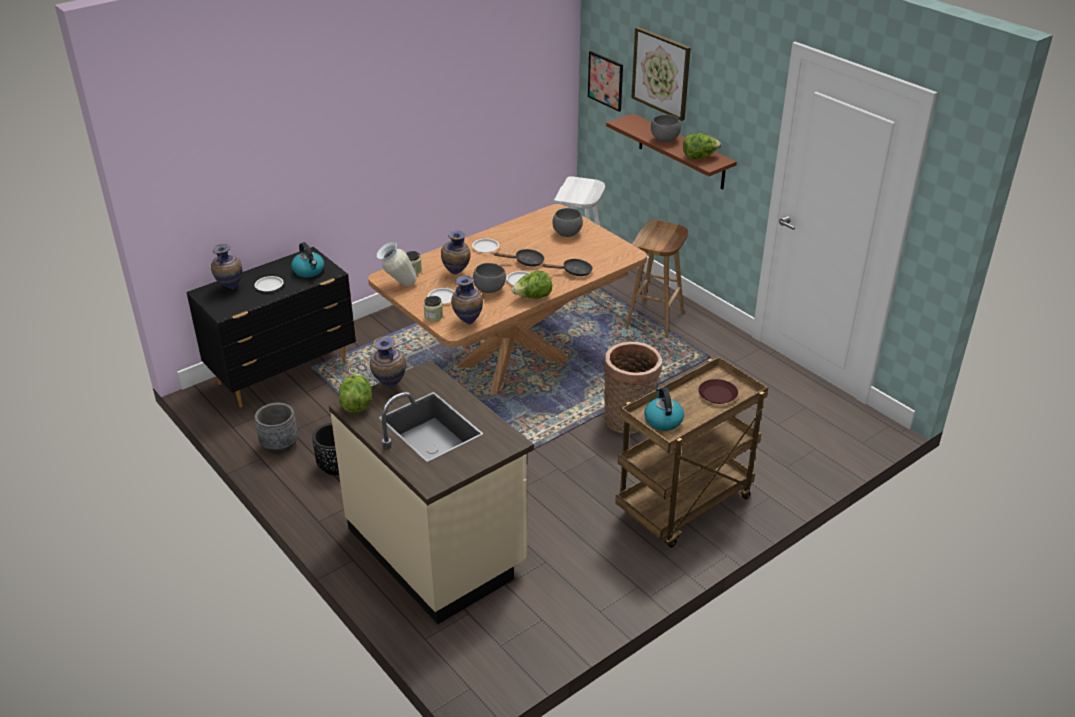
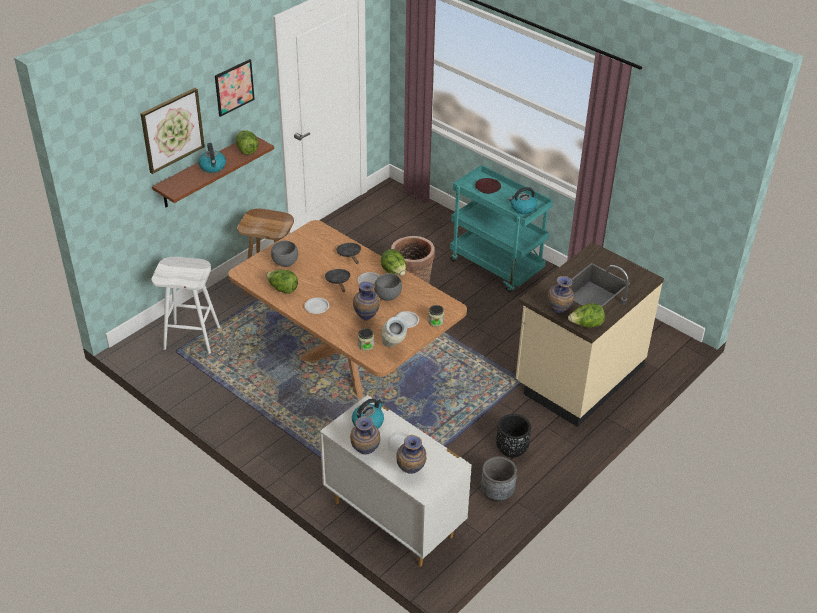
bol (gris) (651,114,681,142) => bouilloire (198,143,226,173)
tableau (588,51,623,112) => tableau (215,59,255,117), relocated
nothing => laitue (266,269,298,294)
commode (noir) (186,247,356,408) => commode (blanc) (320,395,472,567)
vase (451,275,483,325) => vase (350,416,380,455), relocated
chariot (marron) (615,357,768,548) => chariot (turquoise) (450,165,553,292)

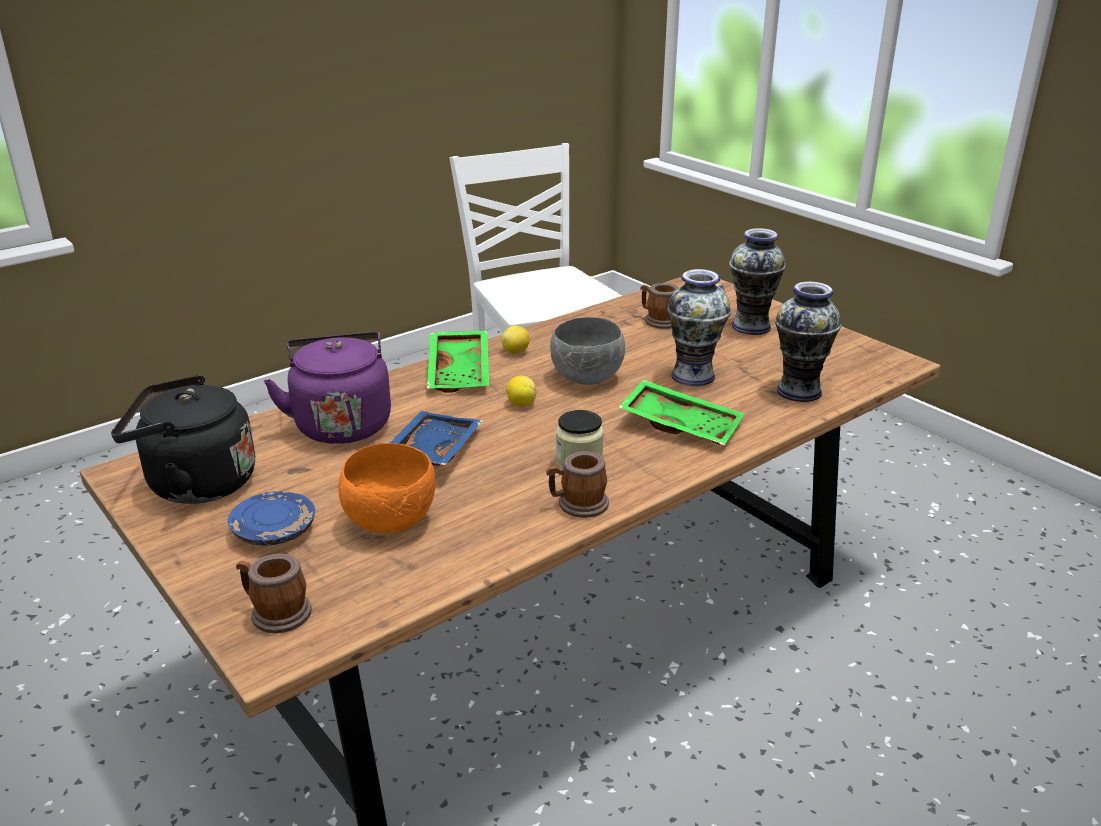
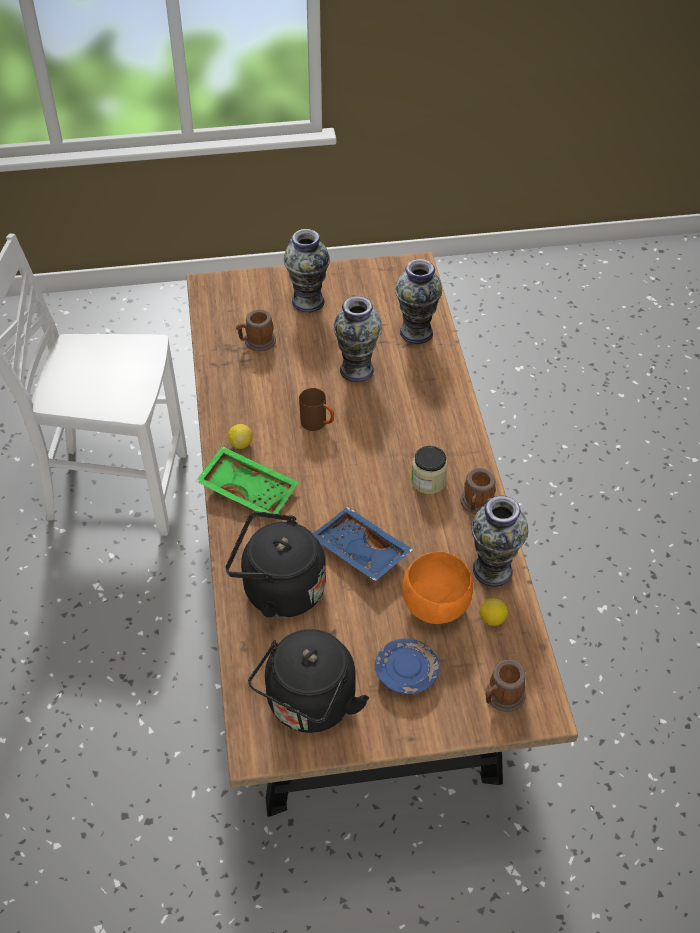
bouilloire (violet) (264,332,391,444) => bouilloire (noir) (226,511,326,618)
bol (gris) (550,317,625,385) => mug (marron) (299,388,334,431)
nothing => vase (471,495,529,587)
citron (506,376,536,407) => citron (479,598,508,626), relocated
plateau (vert) (619,379,745,445) => nothing

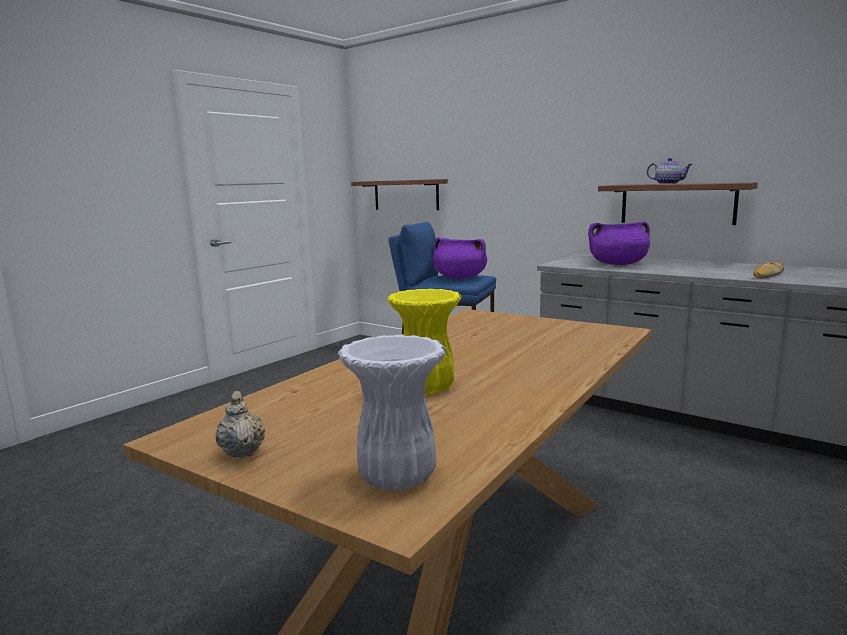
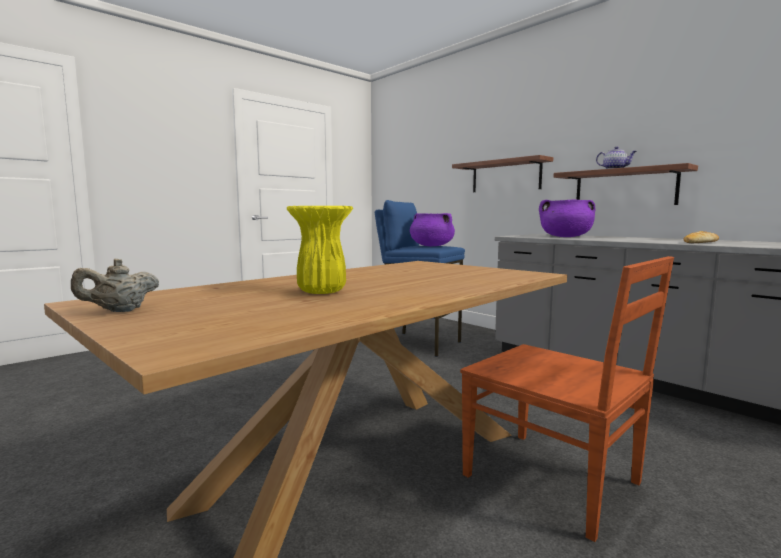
théière (beige) (216,391,265,458) => théière (beige) (71,259,159,312), 120 degrees counterclockwise
étagère (351,179,448,210) => étagère (452,155,553,192), relocated
nothing => chaise (marron) (460,256,674,542)
vase (blanc) (338,335,446,490) => nothing

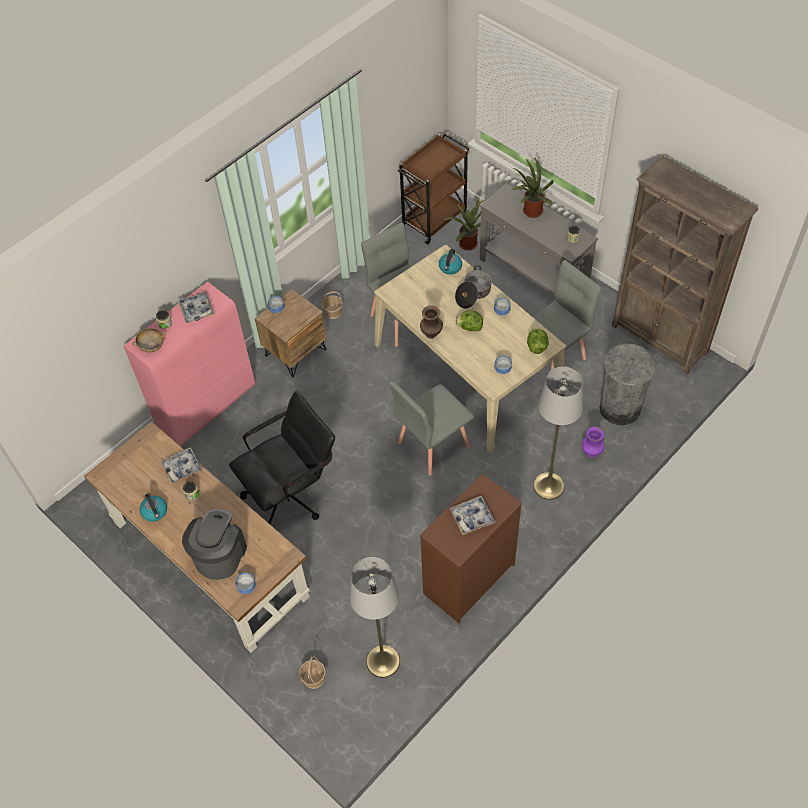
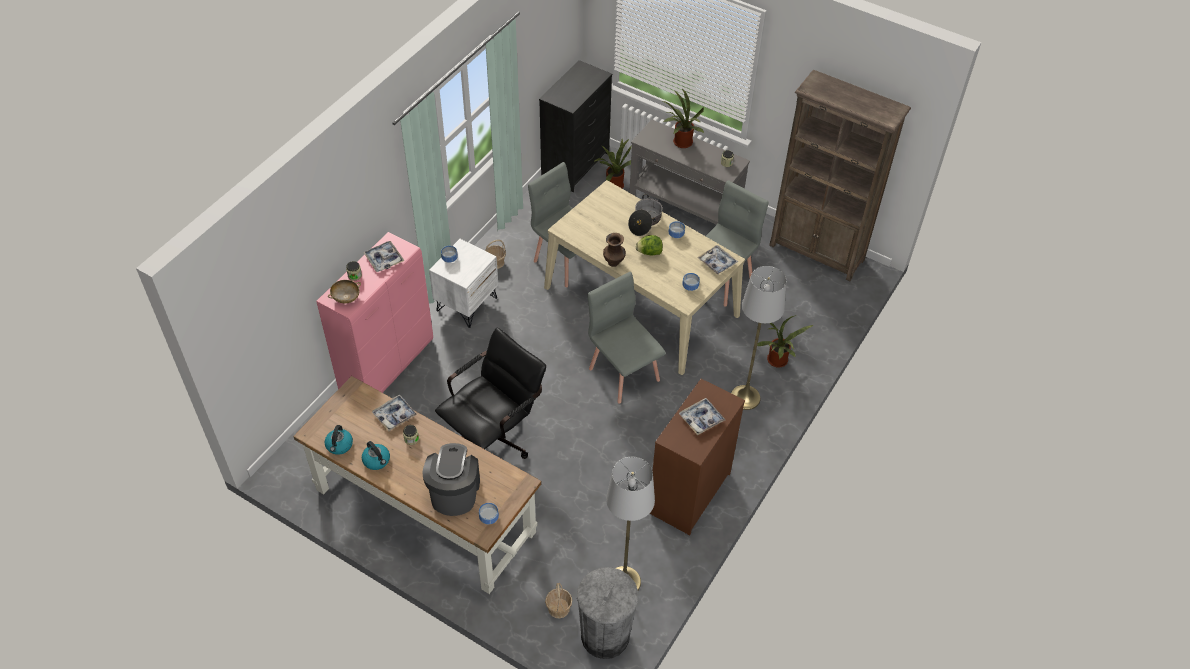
bouilloire (439,249,462,274) => bouilloire (325,425,353,455), relocated
table de chevet (marron) (255,289,327,377) => table de chevet (blanc) (429,239,498,328)
chariot (marron) (397,133,469,244) => commode (noir) (539,60,612,192)
poubelle (gris) (599,344,657,425) => poubelle (gris) (577,567,638,659), relocated
chaise (gris) (389,381,474,476) => chaise (gris) (588,272,666,404), 105 degrees clockwise
laitue (527,328,549,354) => plateau (697,245,738,275)
vase (violet) (582,427,604,457) => plante en pot (757,315,813,368)

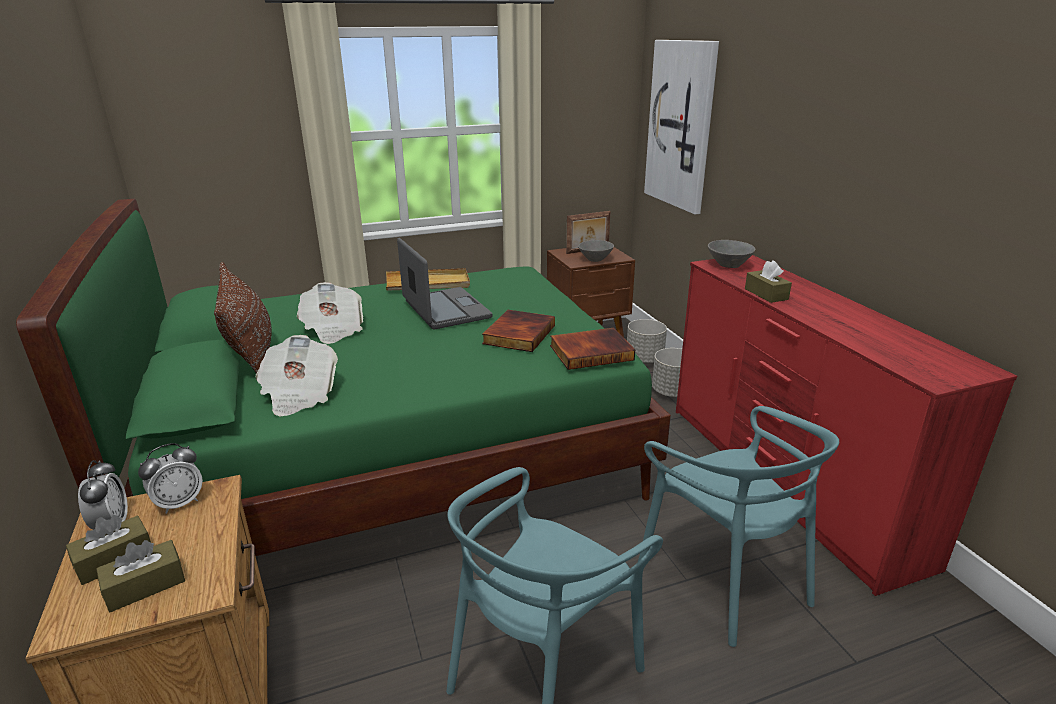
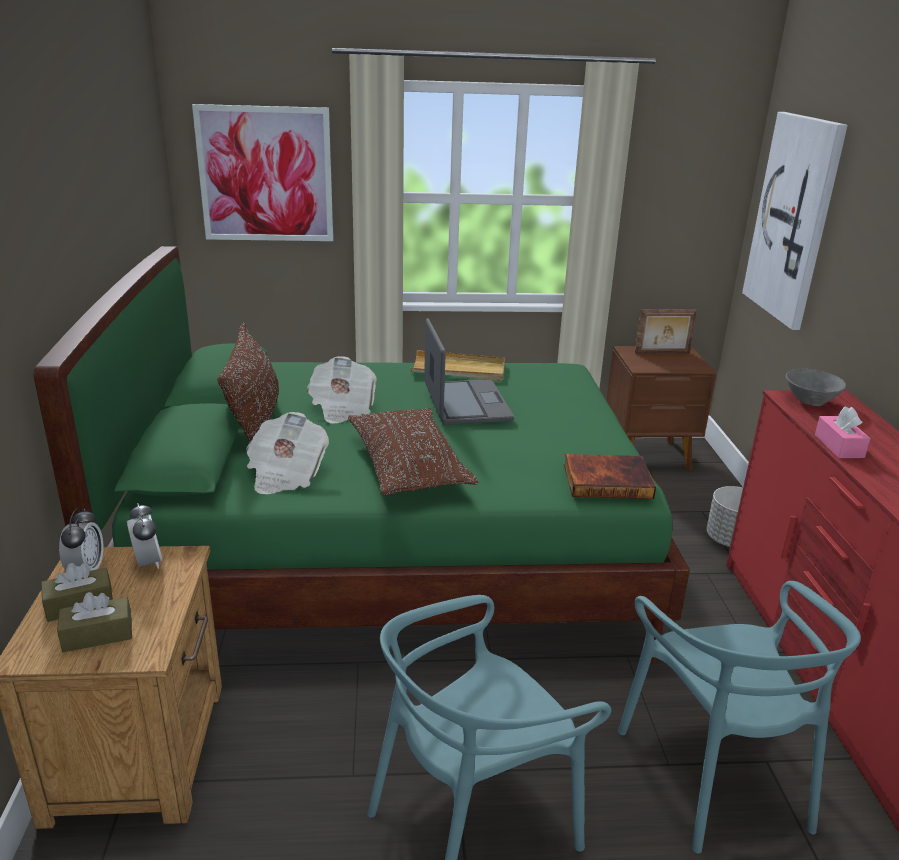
réveil (138,443,203,514) => réveil (127,502,162,569), 90 degrees counterclockwise
nothing => tableau (192,104,333,241)
nothing => coussin (marron) (348,408,478,495)
boîte à mouchoirs (marron) (745,260,792,303) => boîte à mouchoirs (rose) (815,406,871,458)
livre (482,310,555,352) => nothing
bol (gris) (578,240,614,262) => nothing
cache-pot (gris) (627,319,667,363) => nothing

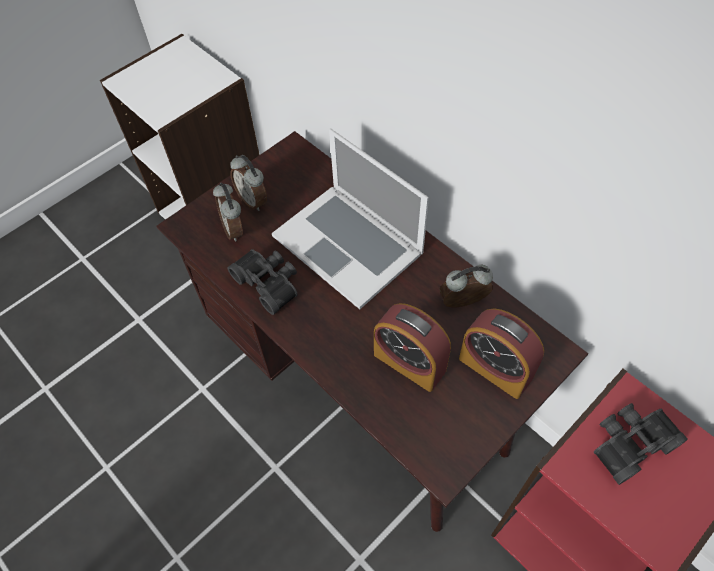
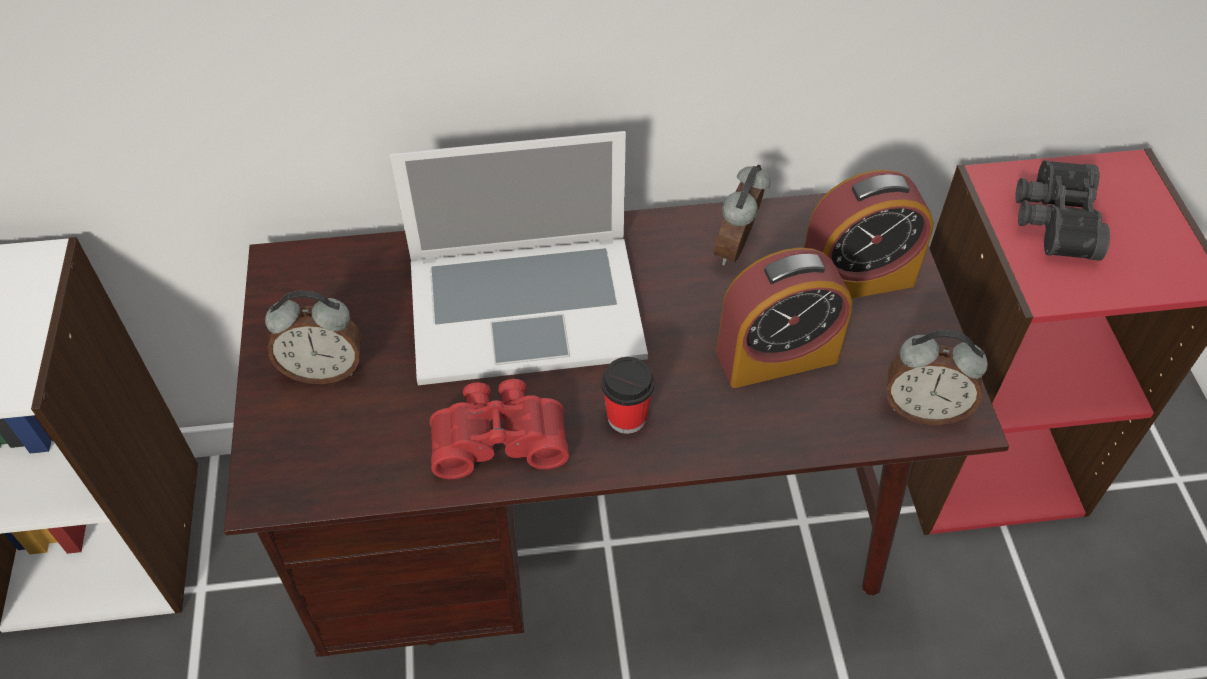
jumelles (noir) (228,249,298,315) => jumelles (rouge) (430,379,569,479)
nothing => tasse (602,357,654,434)
réveil (213,183,243,242) => réveil (886,330,988,425), relocated

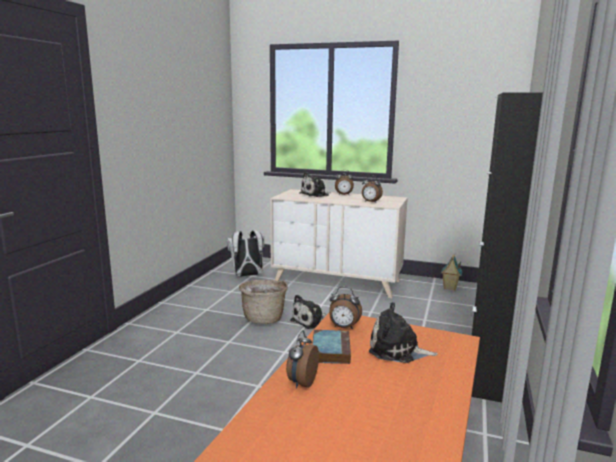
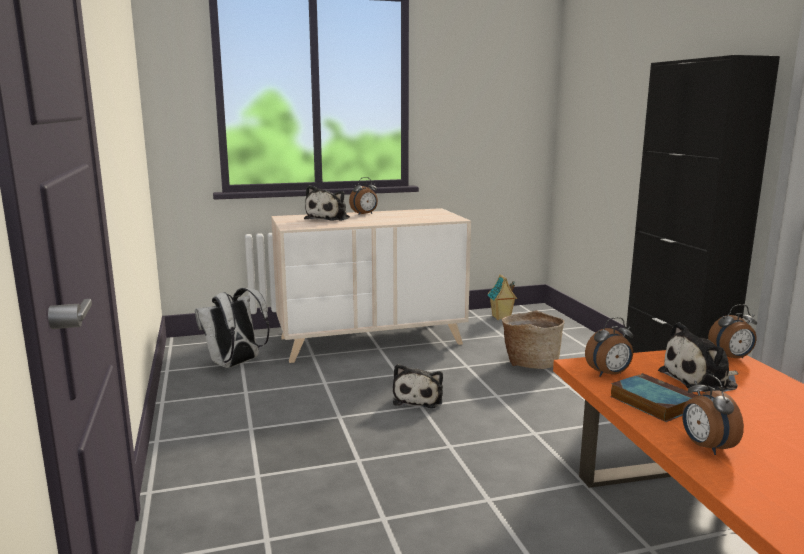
panier (239,280,288,324) => panier (502,310,565,369), relocated
réveil (362,175,383,203) => réveil (708,304,757,358), relocated

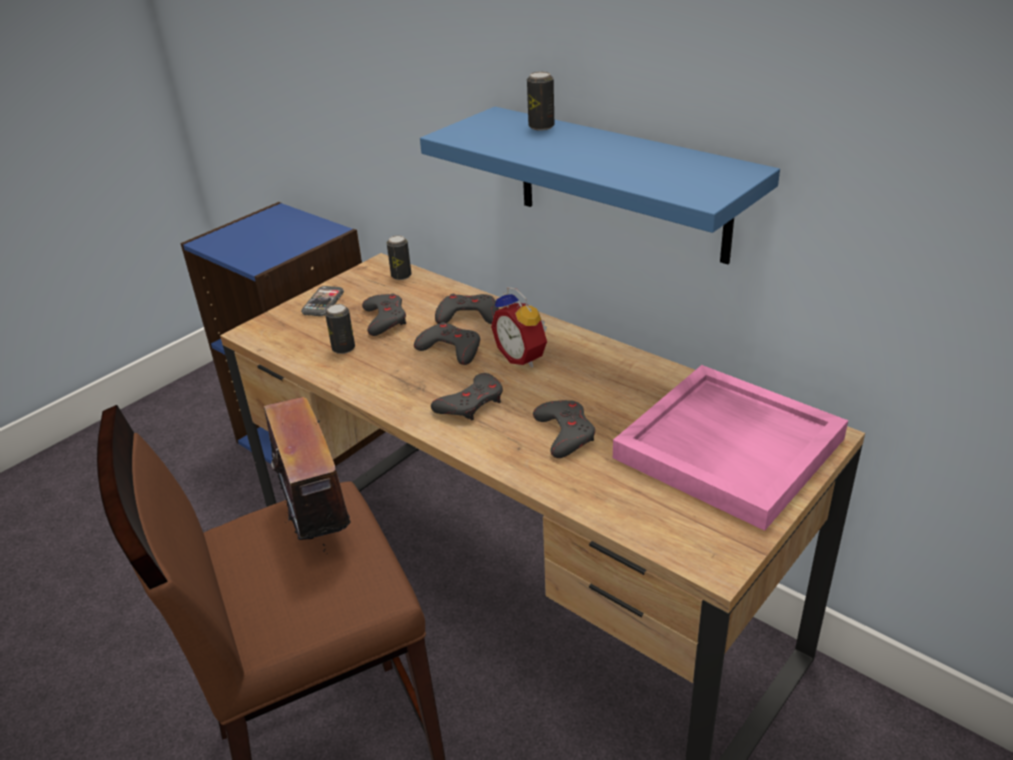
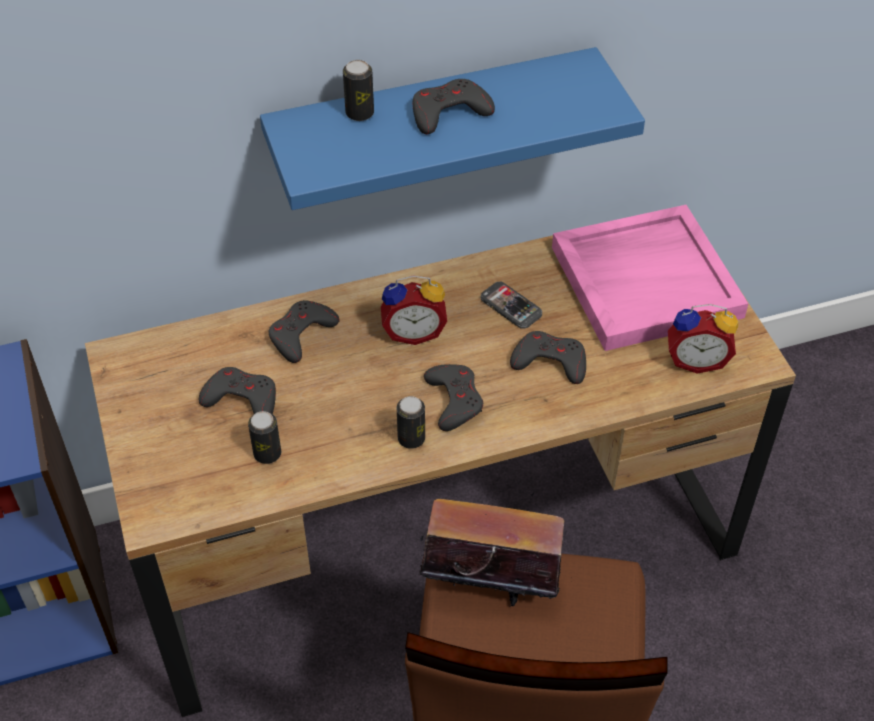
boîte métallique (387,235,411,280) => boîte métallique (397,396,425,449), relocated
manette (gris) (414,322,480,365) => manette (gris) (413,79,495,134), relocated
téléphone (301,286,344,316) => téléphone (481,282,542,328), relocated
nothing => réveil (668,304,738,374)

